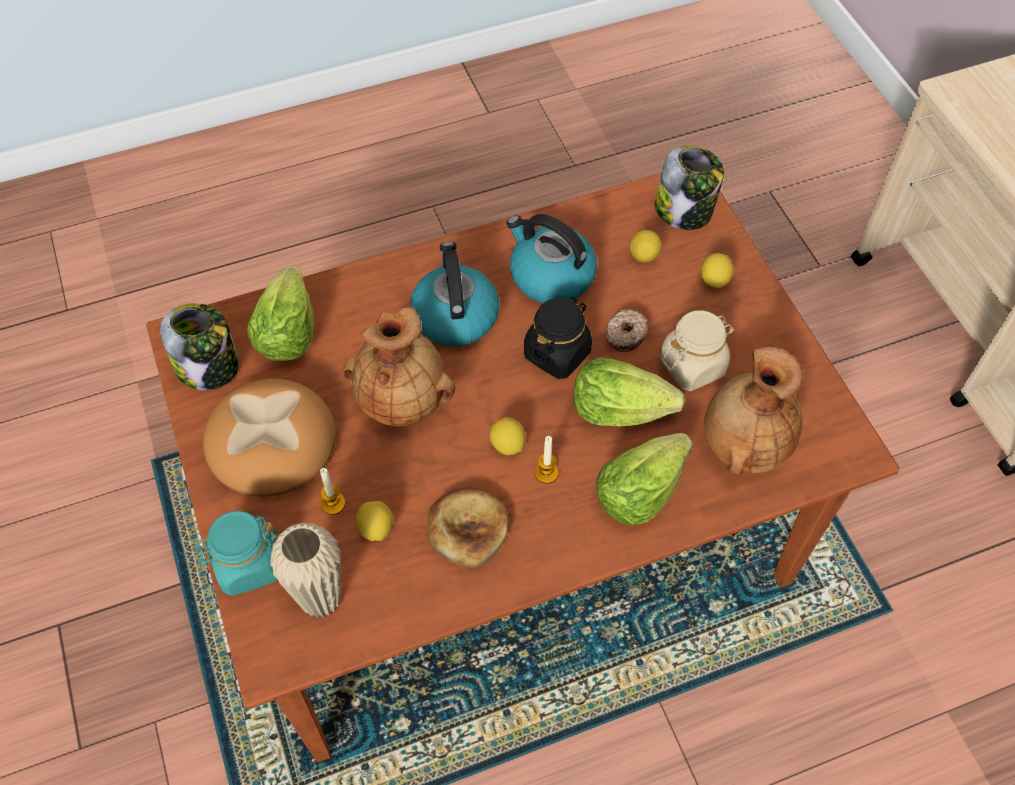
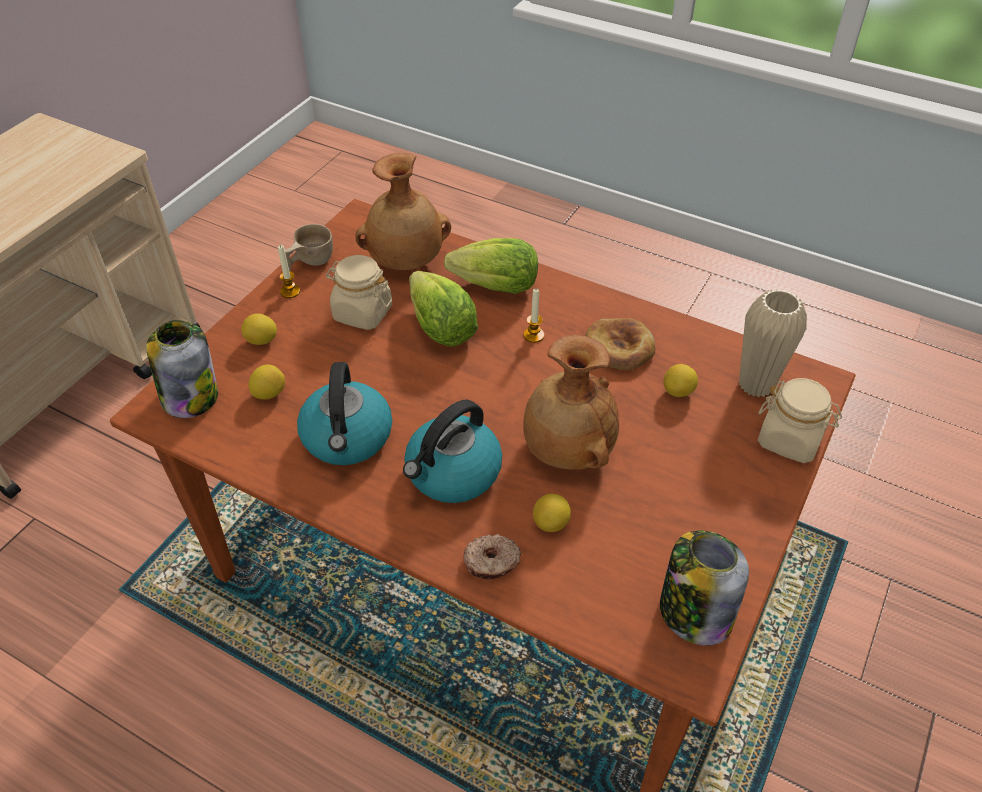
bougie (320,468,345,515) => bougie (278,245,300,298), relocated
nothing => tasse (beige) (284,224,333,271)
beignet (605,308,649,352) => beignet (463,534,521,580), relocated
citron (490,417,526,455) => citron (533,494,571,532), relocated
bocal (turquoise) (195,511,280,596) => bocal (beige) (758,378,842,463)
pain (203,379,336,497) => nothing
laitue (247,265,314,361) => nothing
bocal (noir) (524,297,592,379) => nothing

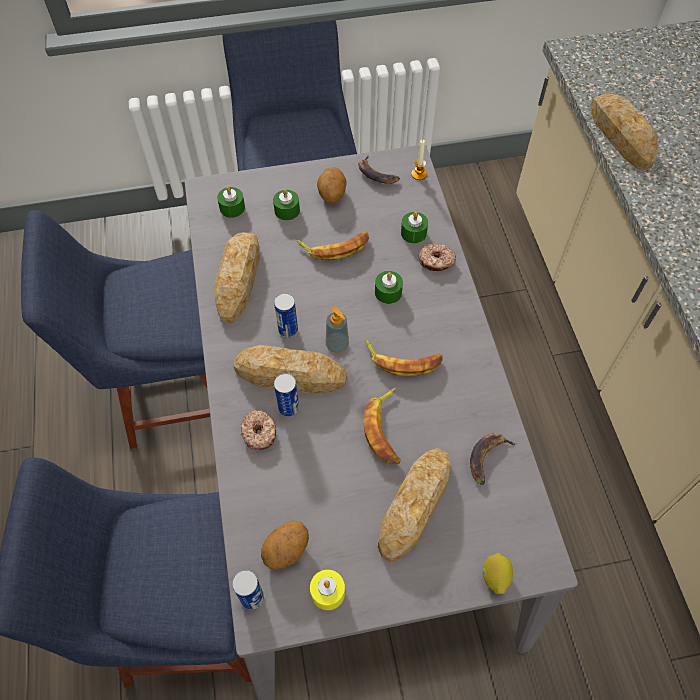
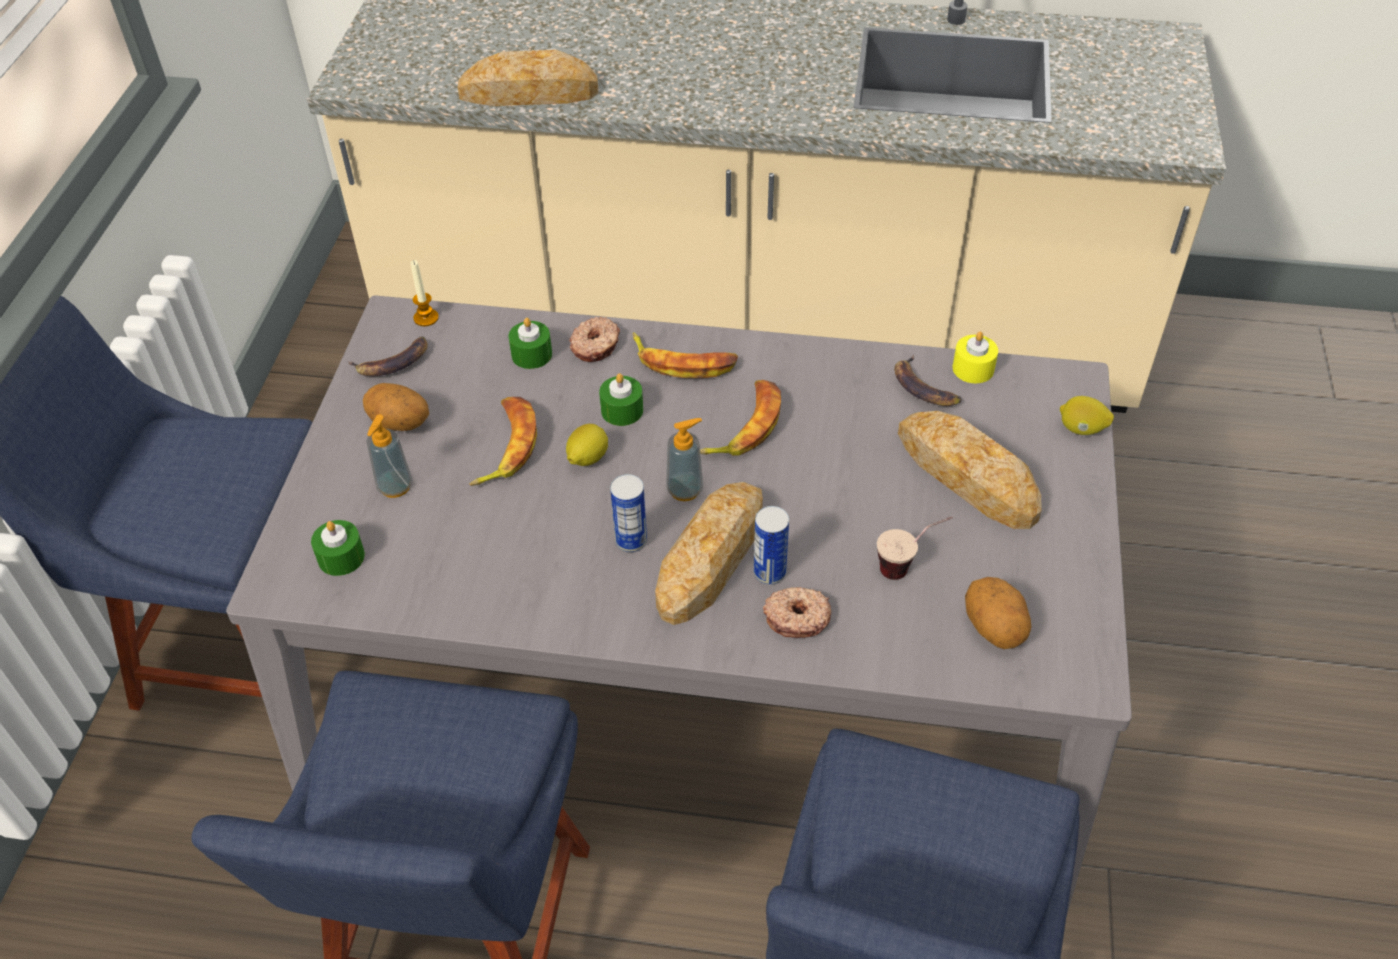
bougie (vert) (273,189,300,221) => distributeur de savon (366,414,413,498)
nothing => citron (566,424,608,466)
banane (363,388,401,464) => banane (632,332,738,378), relocated
nothing => tasse (877,516,953,580)
bougie (jaune) (310,570,345,610) => bougie (jaune) (953,332,998,383), relocated
pain (214,232,260,324) => nothing
boîte métallique (232,570,264,610) => nothing

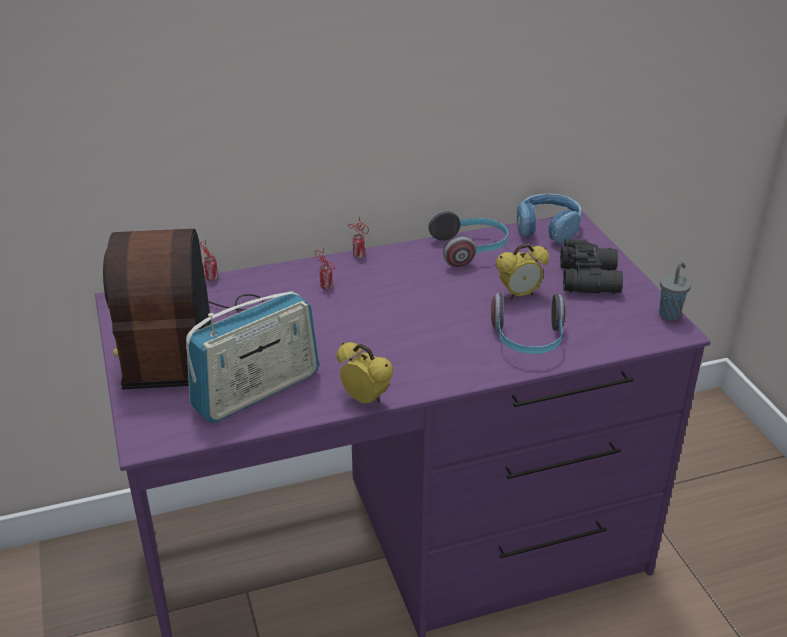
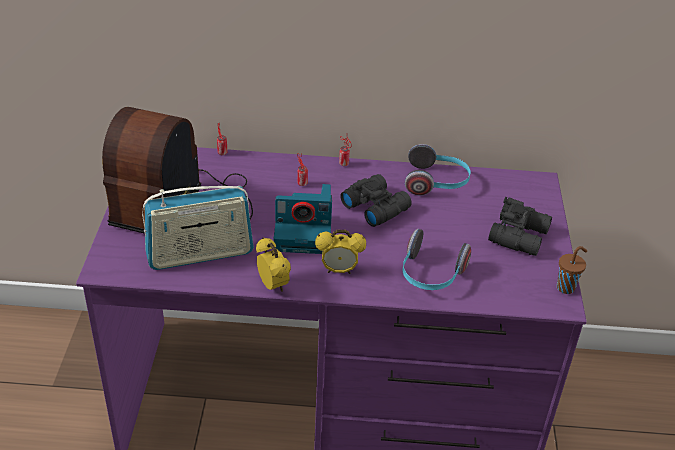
nothing => appareil photo (274,184,332,254)
réveil (496,244,549,300) => réveil (315,230,366,274), relocated
nothing => jumelles (noir) (340,174,412,227)
tasse (gris) (659,262,691,321) => tasse (marron) (557,246,587,294)
casque audio (bleu) (517,193,582,244) => nothing

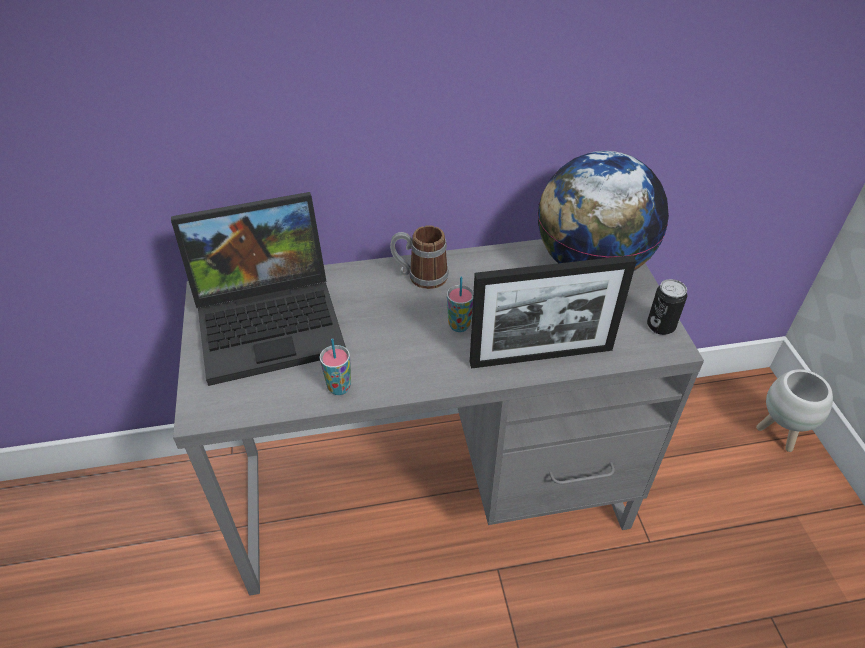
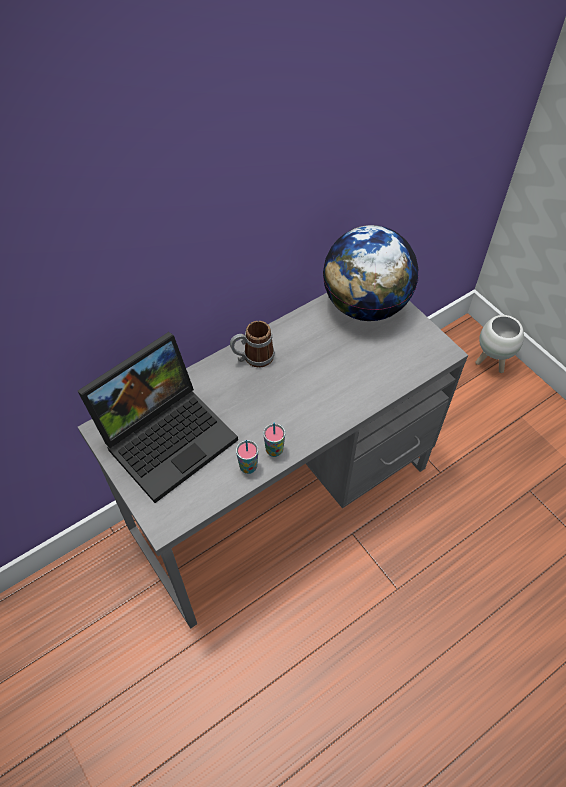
tasse (447,276,474,332) => tasse (263,423,285,457), relocated
cadre photo (470,255,636,369) => nothing
boîte métallique (647,279,687,335) => nothing

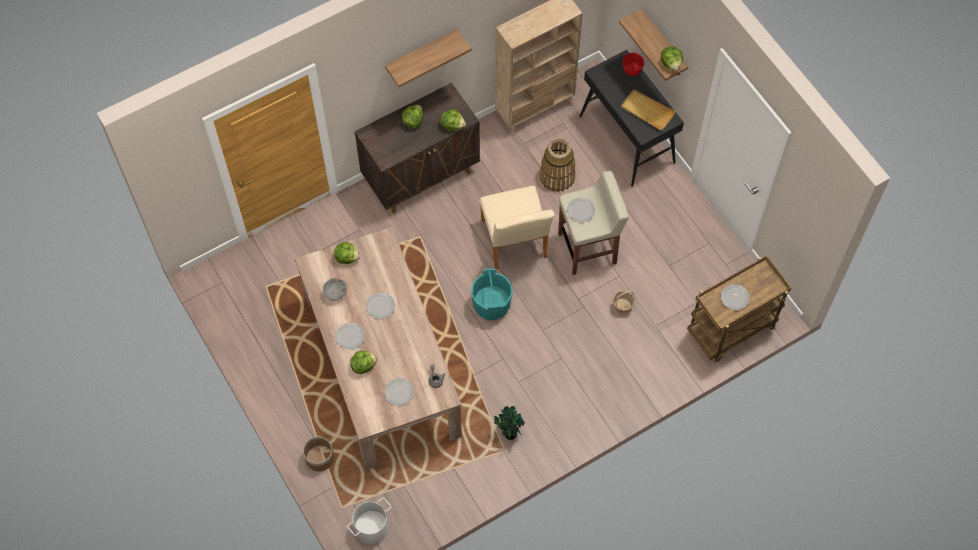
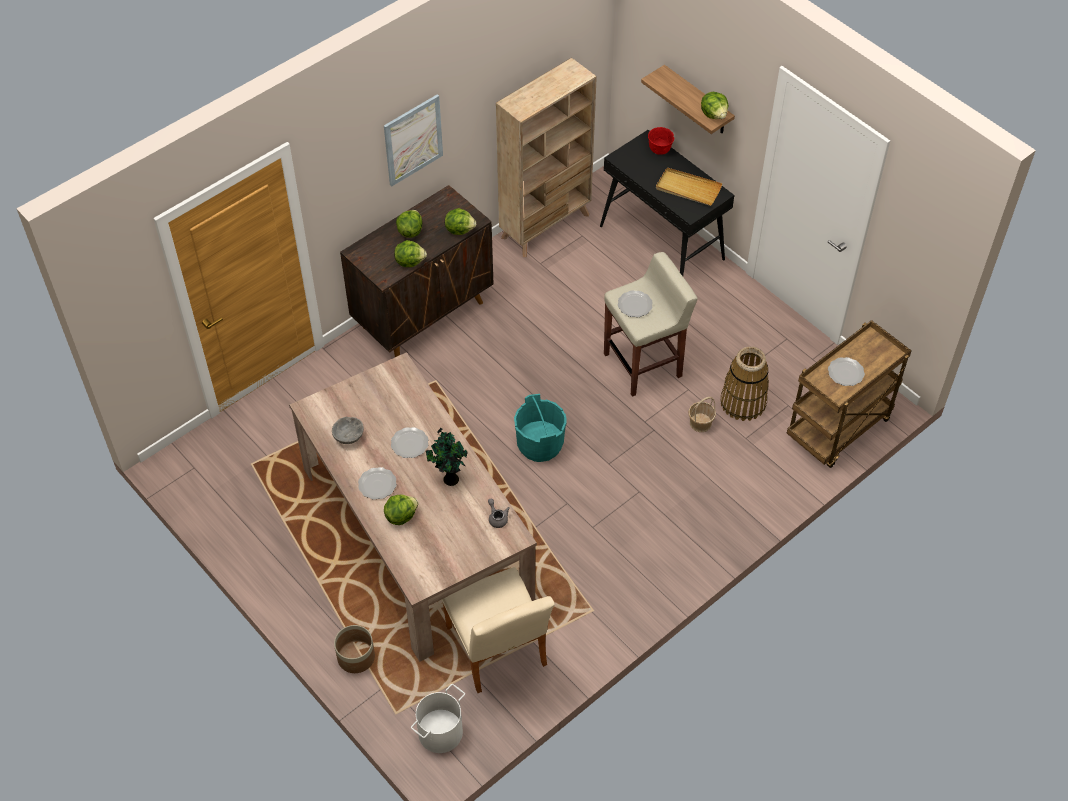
étagère (385,29,472,87) => tableau (384,94,443,187)
laitue (334,242,360,264) => laitue (394,240,427,267), relocated
plante en pot (494,406,525,440) => plante en pot (426,428,467,486), relocated
chaise (beige) (480,186,554,269) => chaise (beige) (442,567,555,693), relocated
panier (539,138,576,192) => panier (720,347,769,421), relocated
assiette (384,378,415,406) => nothing

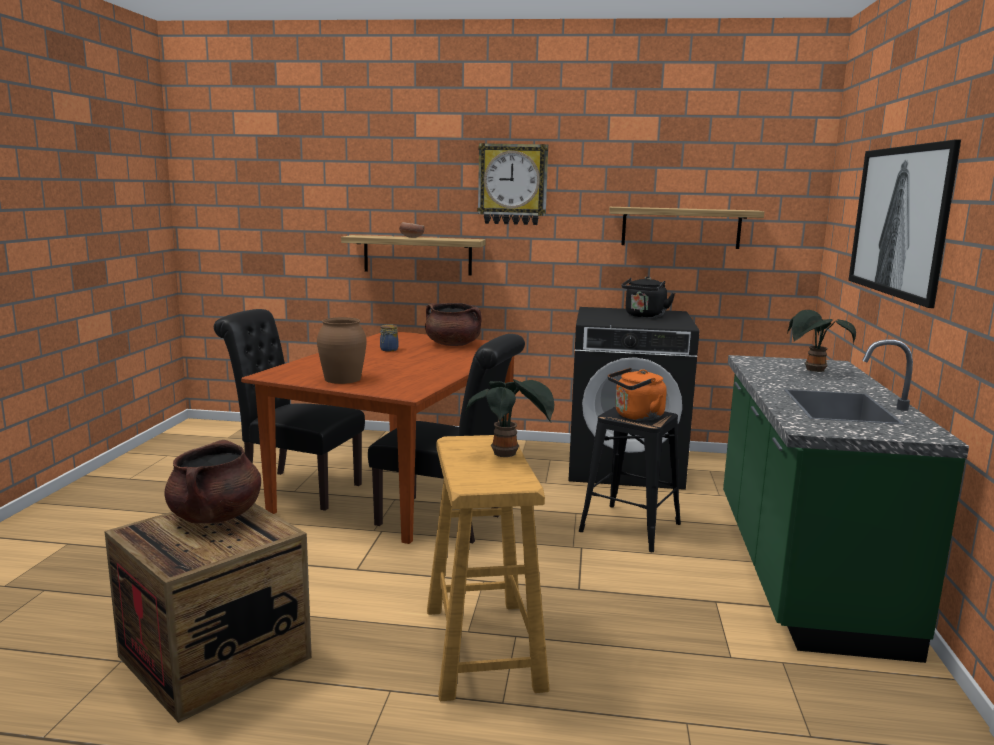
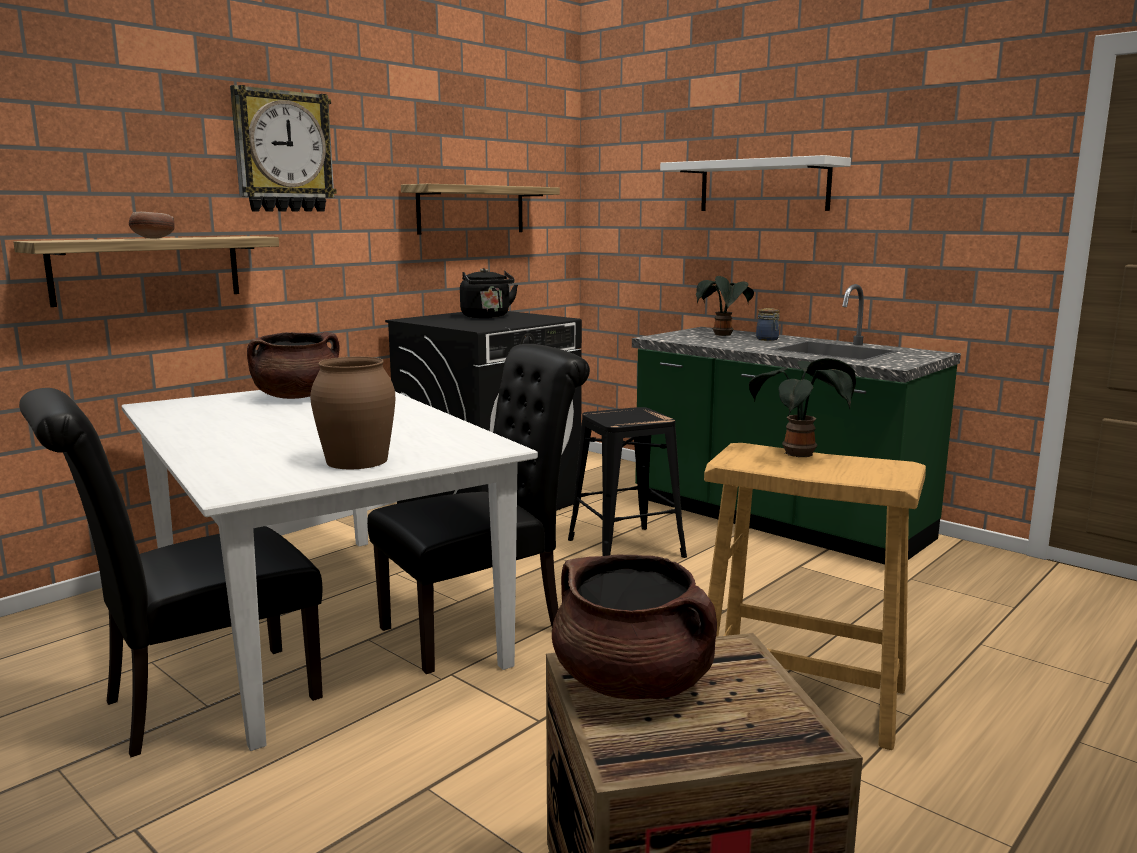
table à manger (marron) (241,332,514,544) => table à manger (blanc) (121,390,538,751)
tableau (848,139,961,308) => étagère (blanc) (660,155,851,211)
bocal (380,324,398,351) => bocal (756,308,780,341), relocated
bouilloire (orange) (608,368,667,421) => nothing

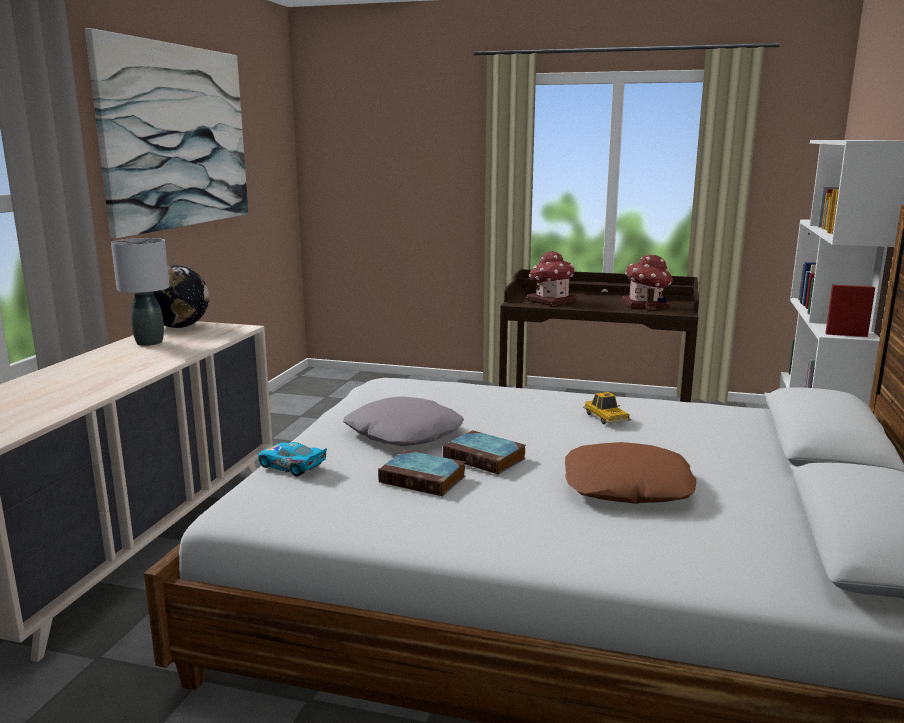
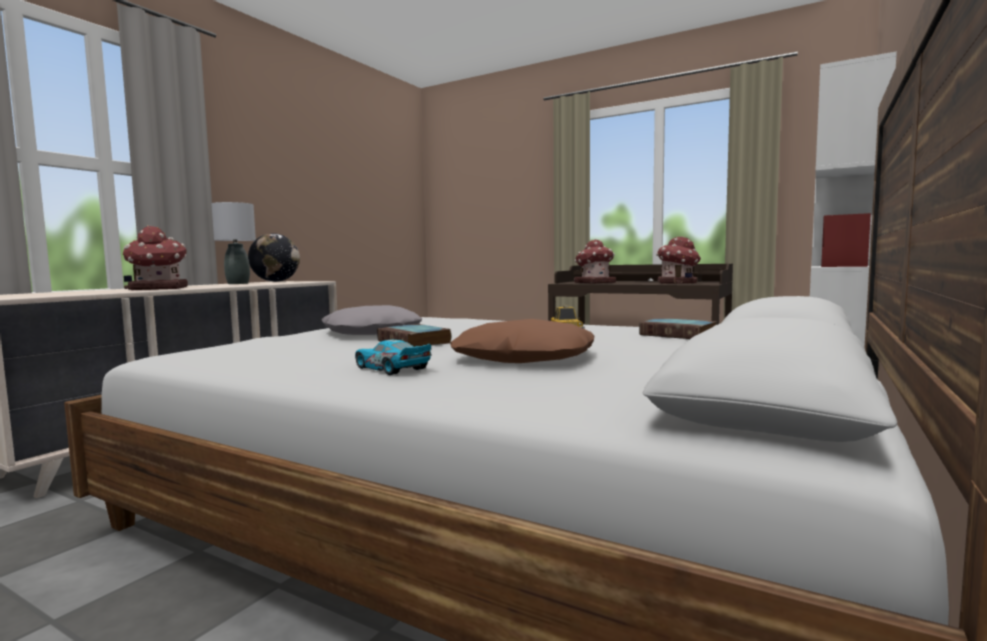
nothing => maison miniature (123,226,188,290)
petite voiture (258,442,327,476) => petite voiture (355,340,431,375), relocated
livre (378,450,466,496) => livre (639,318,717,339), relocated
tableau (85,28,249,238) => nothing

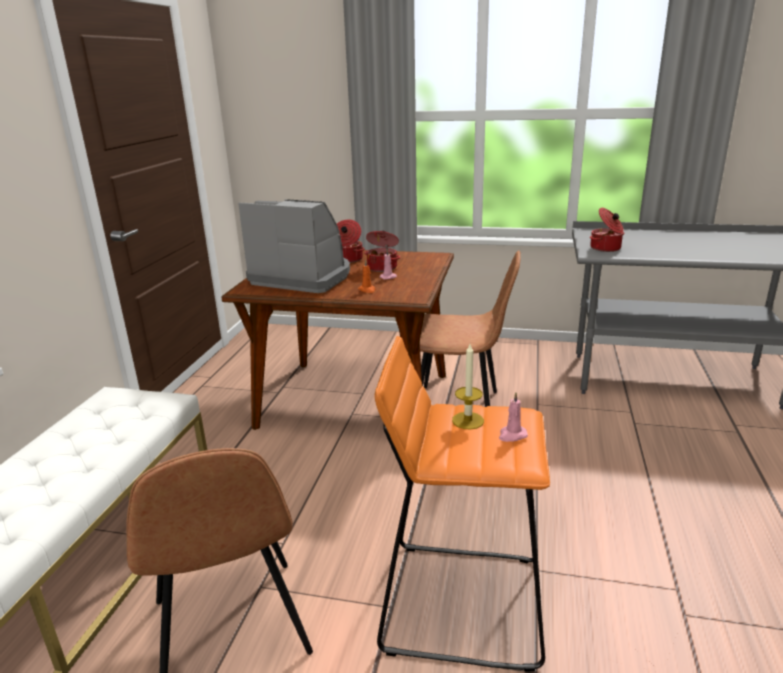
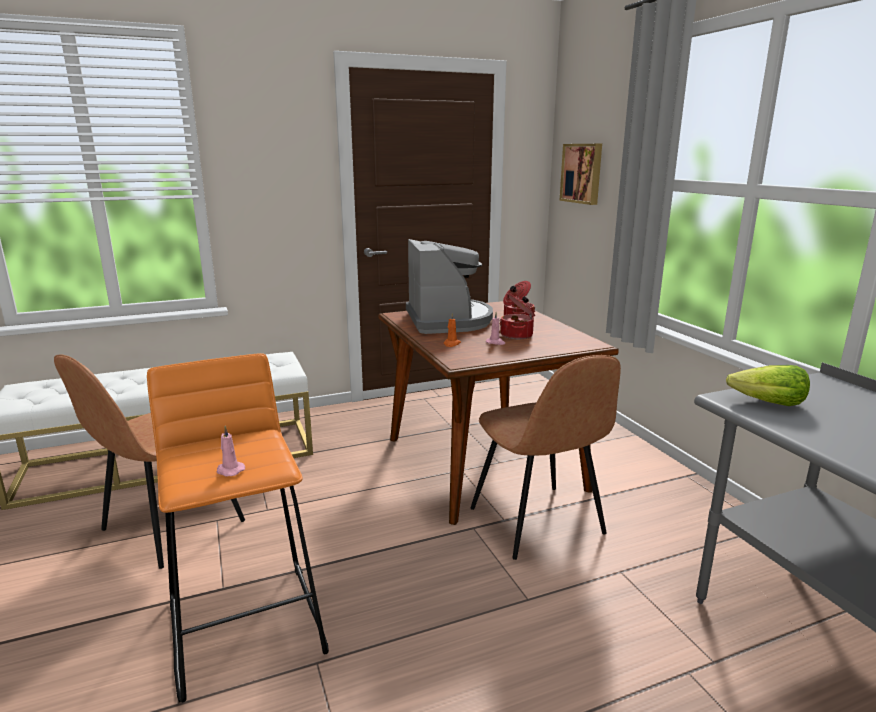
nothing => tableau (559,144,602,205)
marmite (590,208,624,252) => laitue (726,365,810,406)
bougie (452,344,484,430) => nothing

